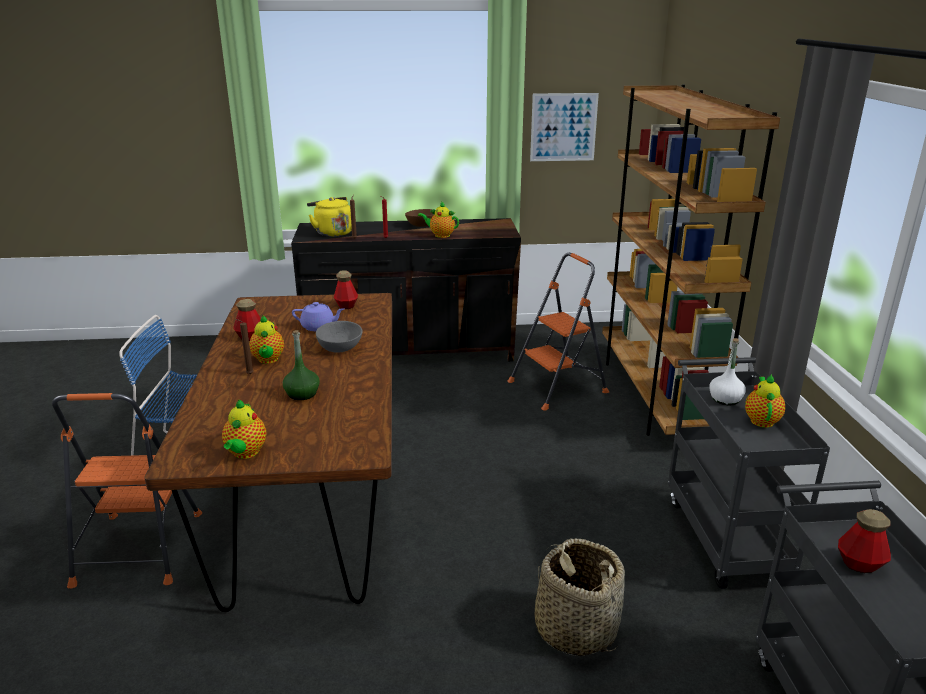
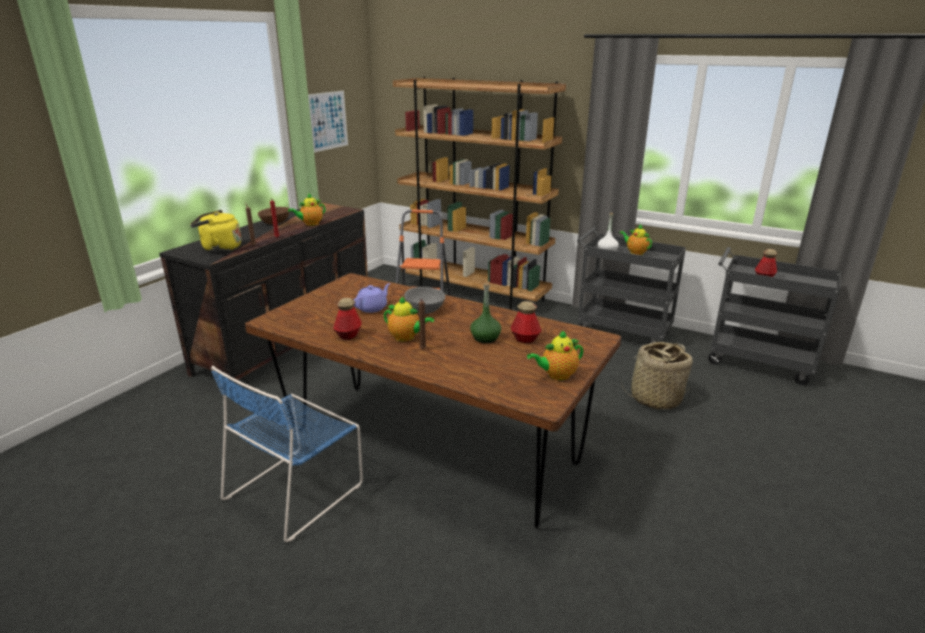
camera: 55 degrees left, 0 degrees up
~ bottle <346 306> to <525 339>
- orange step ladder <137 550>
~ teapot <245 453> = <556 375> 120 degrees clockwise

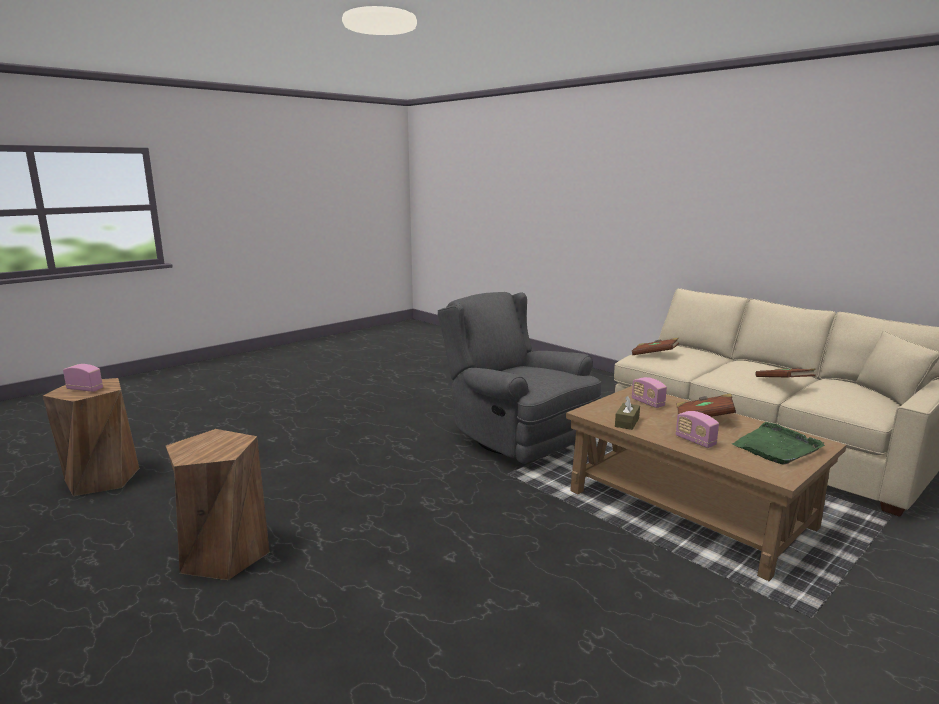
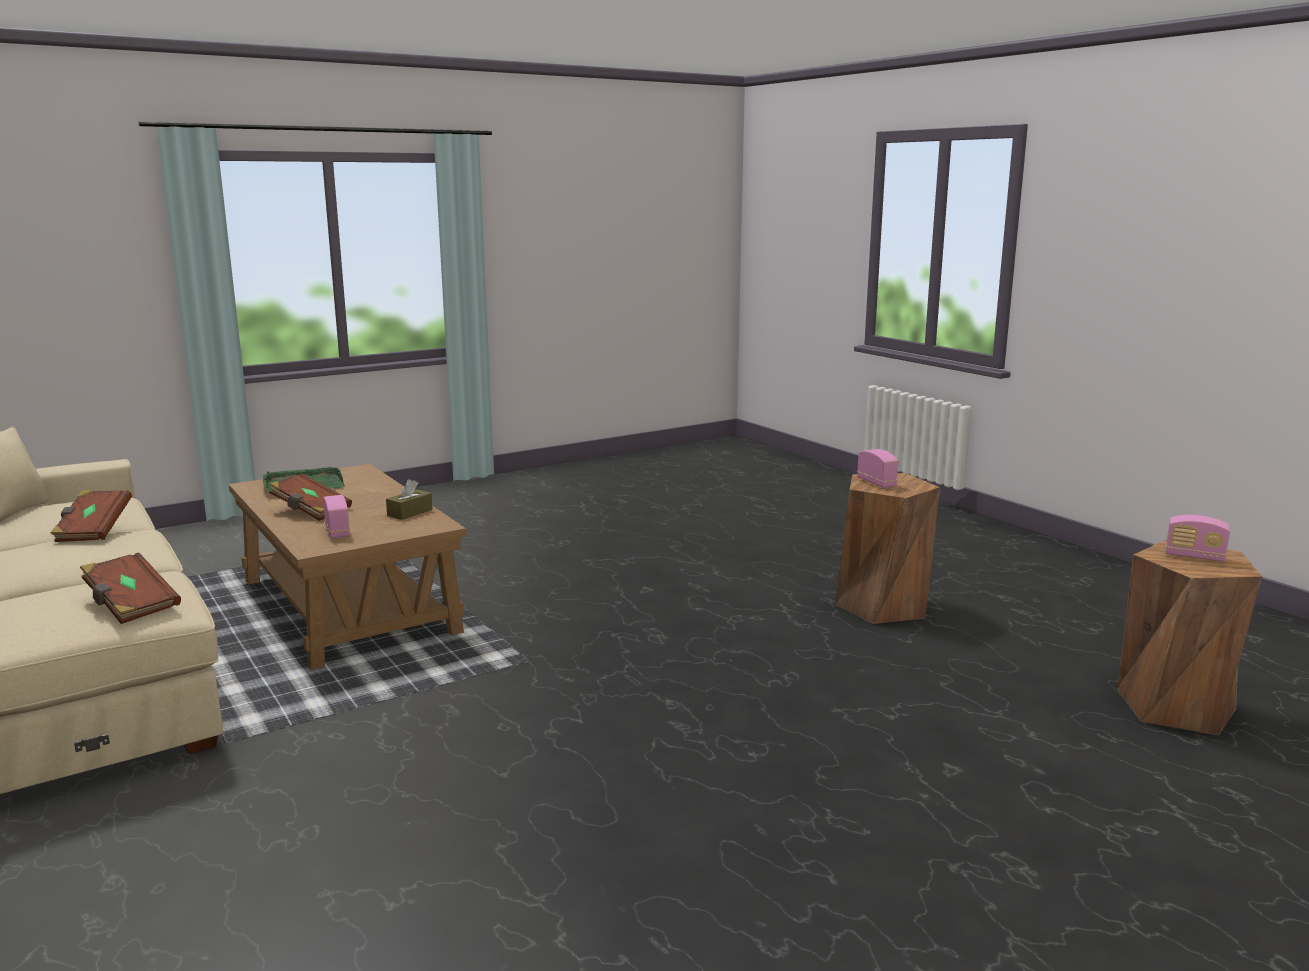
camera: 170 degrees left, 0 degrees up
- grey armchair <516 439>
~ radio <695 441> to <876 483>

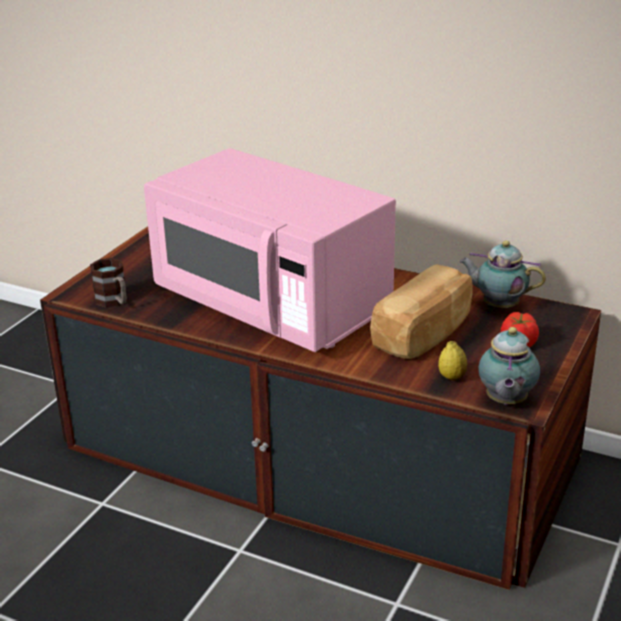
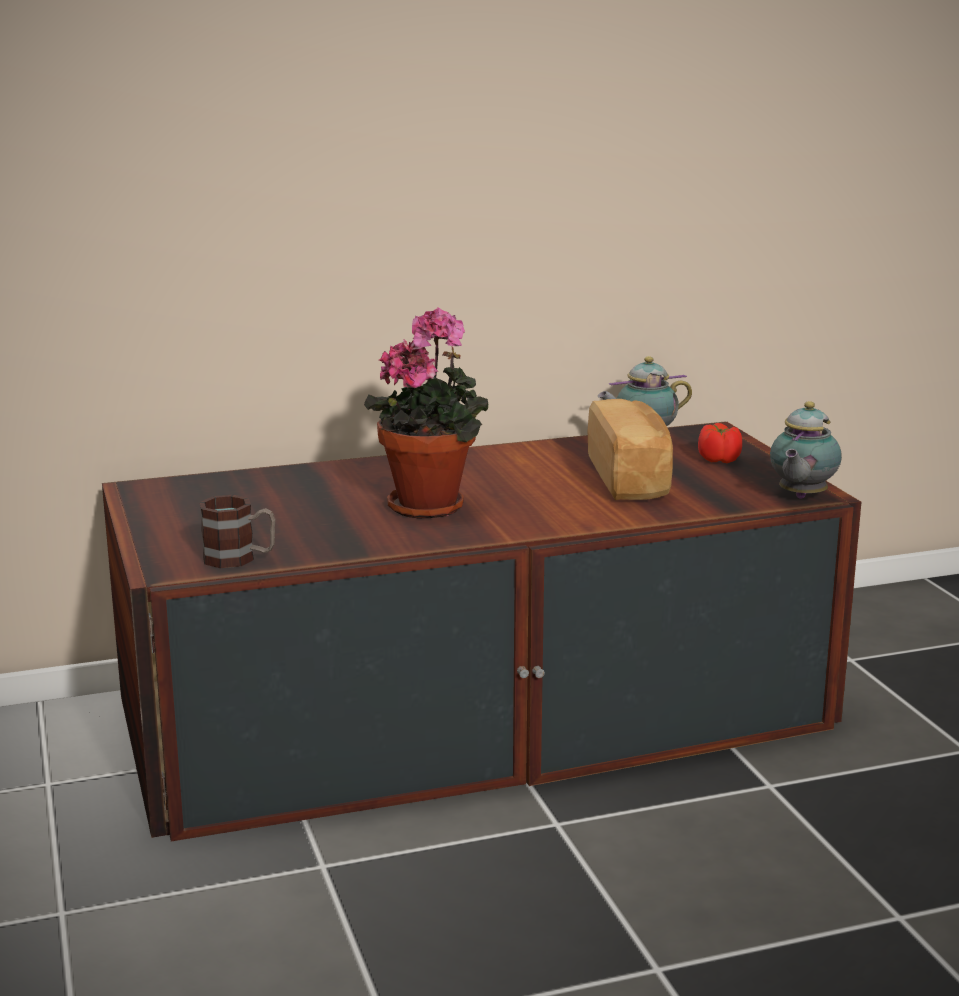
camera: 45 degrees left, 10 degrees down
~ pink microwave <272 305> to potted plant <432 505>
~ teapot <505 402> = <800 497> 60 degrees clockwise
- lemon <451 377>

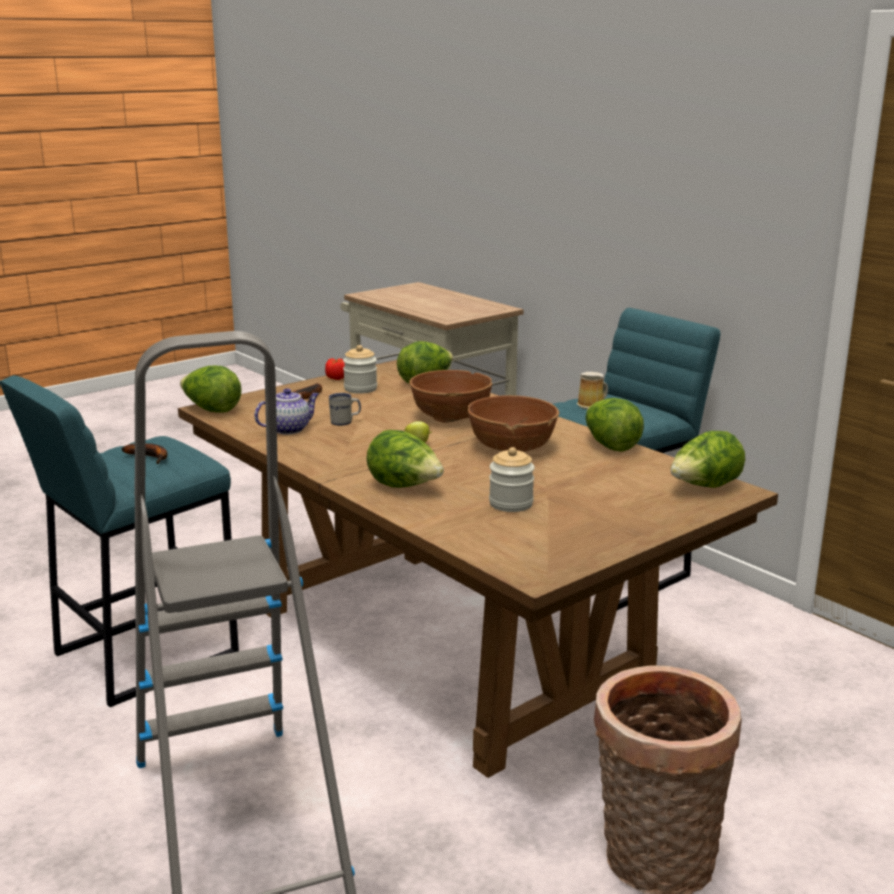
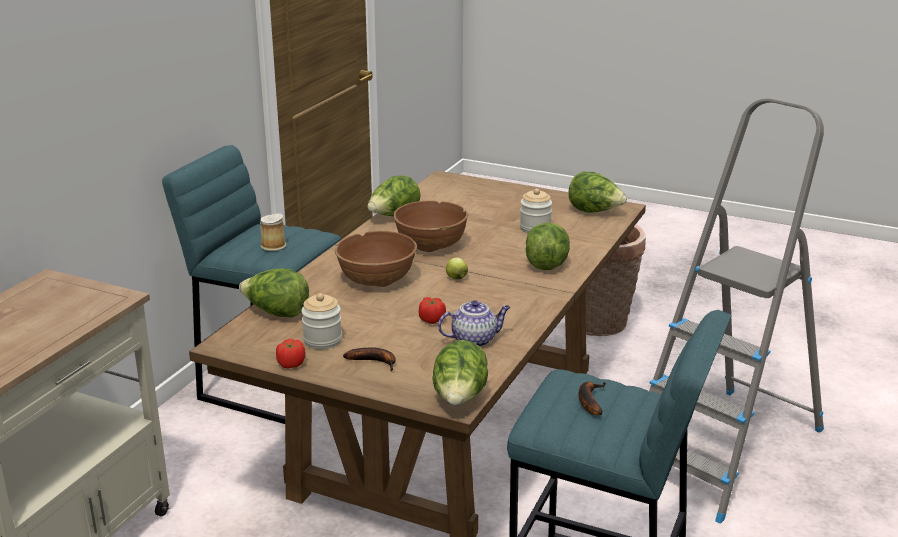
camera: 115 degrees left, 5 degrees up
~ teapot <289 429> = <474 340> 135 degrees clockwise
~ white mug <345 422> to tomato <432 320>
~ lettuce <704 488> to <594 212>

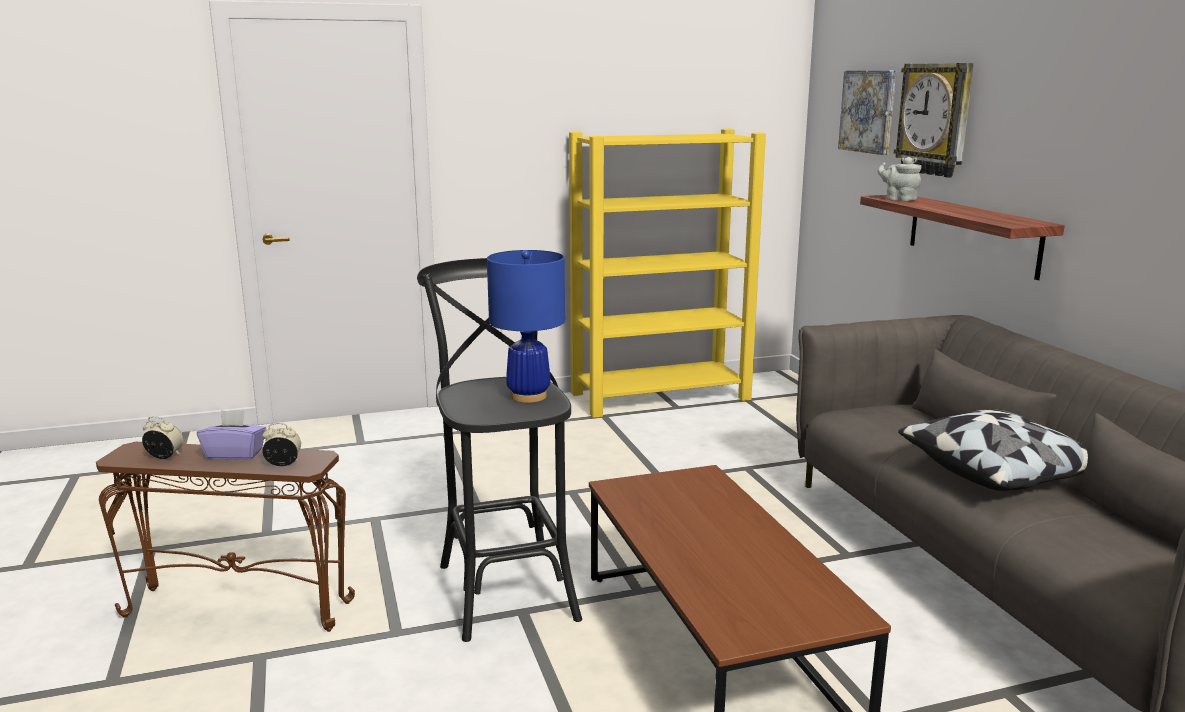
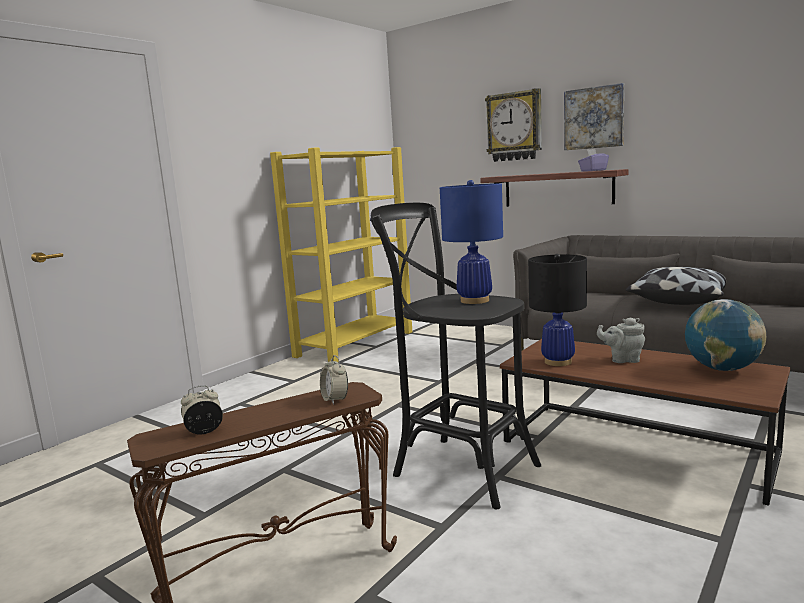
camera: 35 degrees left, 5 degrees down
~ picture <868 111> to <594 118>
~ grey teapot <898 199> to <623 360>
~ purple tissue box <235 454> to <593 170>
~ alarm clock <283 464> = <335 400> 75 degrees counterclockwise
+ black table lamp <557 362>
+ globe <722 369>

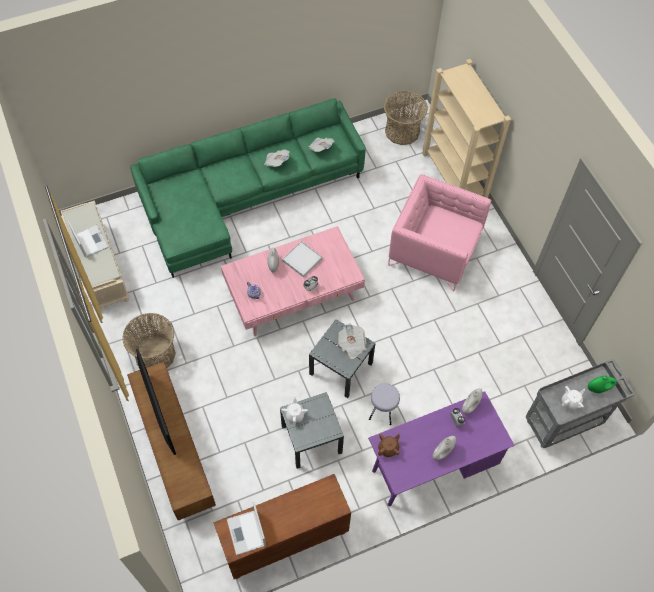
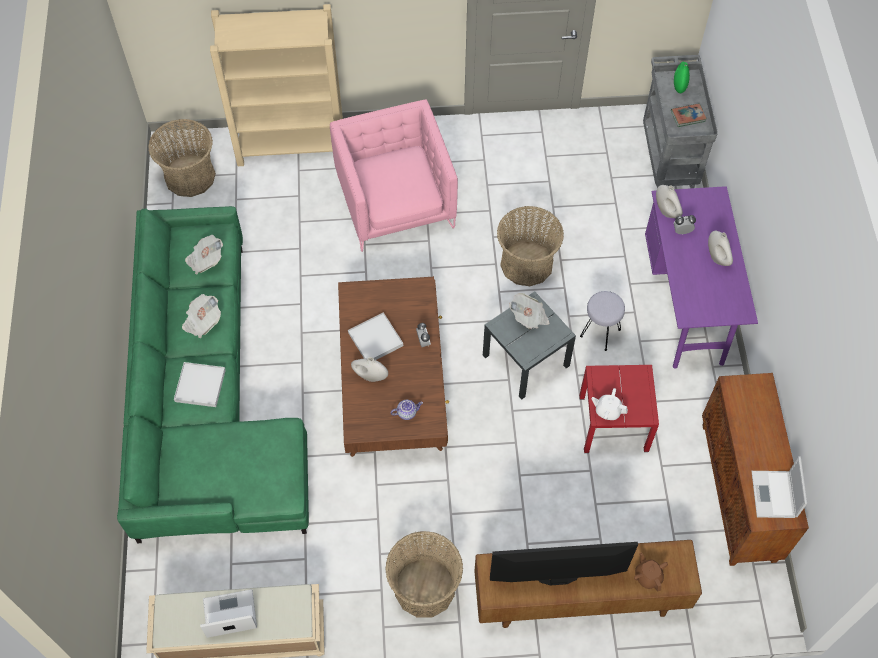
camera: 70 degrees left, 0 degrees up
~ pink armchair <434 251> = <395 204> 120 degrees clockwise
~ pink coffee table <293 293> to brown coffee table <393 382>
~ white teapot <571 402> to book <688 116>
~ grey side table <312 438> to red side table <612 422>
~ brown teapot <388 448> to <648 576>
~ laptop <246 533> = <774 495> 90 degrees clockwise
+ basket <526 263>
+ white tray <200 386>

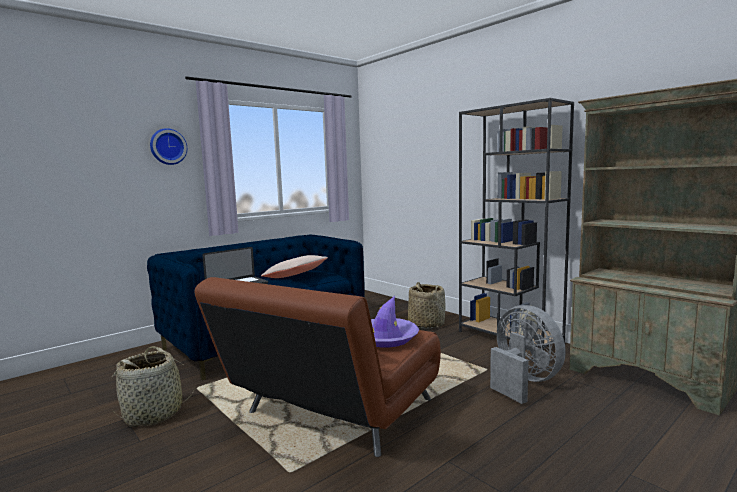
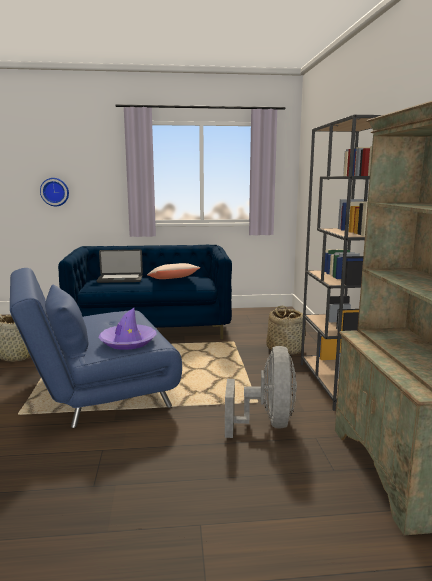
camera: 35 degrees right, 5 degrees up
~ wall clock <168 146> to <55 192>
~ brown armchair <331 413> to blue armchair <96 391>

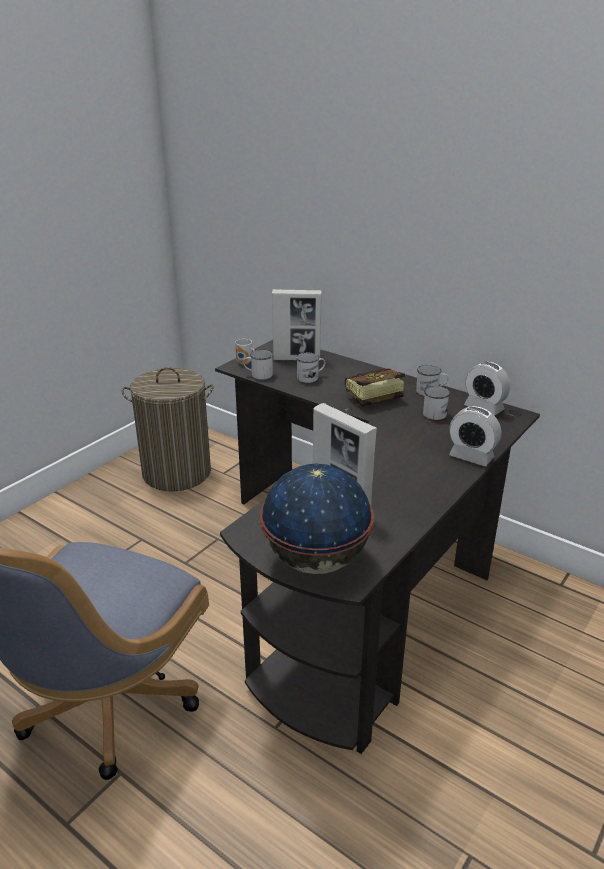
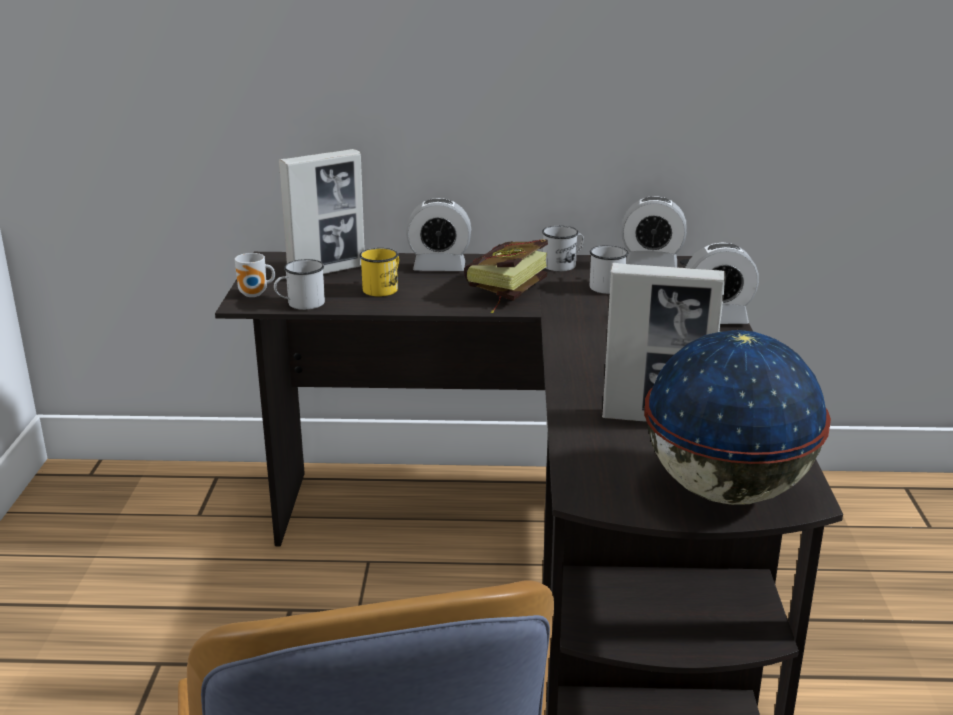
camera: 35 degrees left, 5 degrees down
~ white mug <311 377> to yellow mug <384 288>
- laundry basket <176 472>
+ alarm clock <439 267>

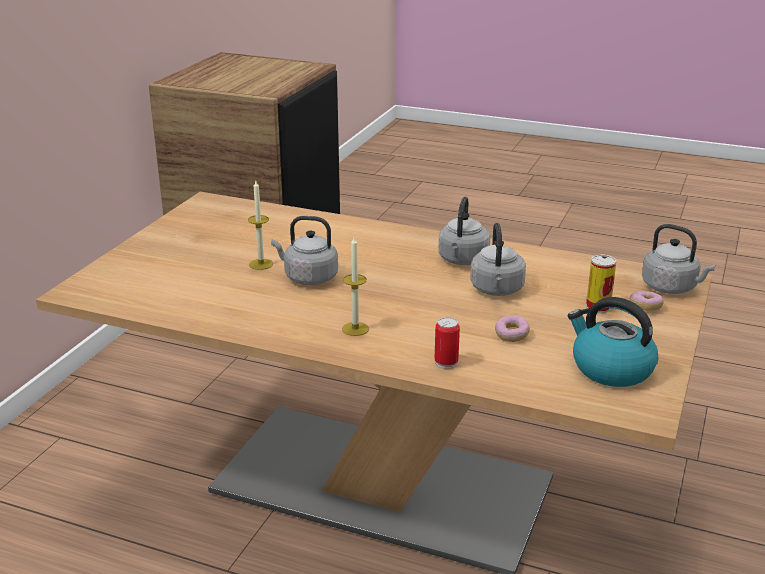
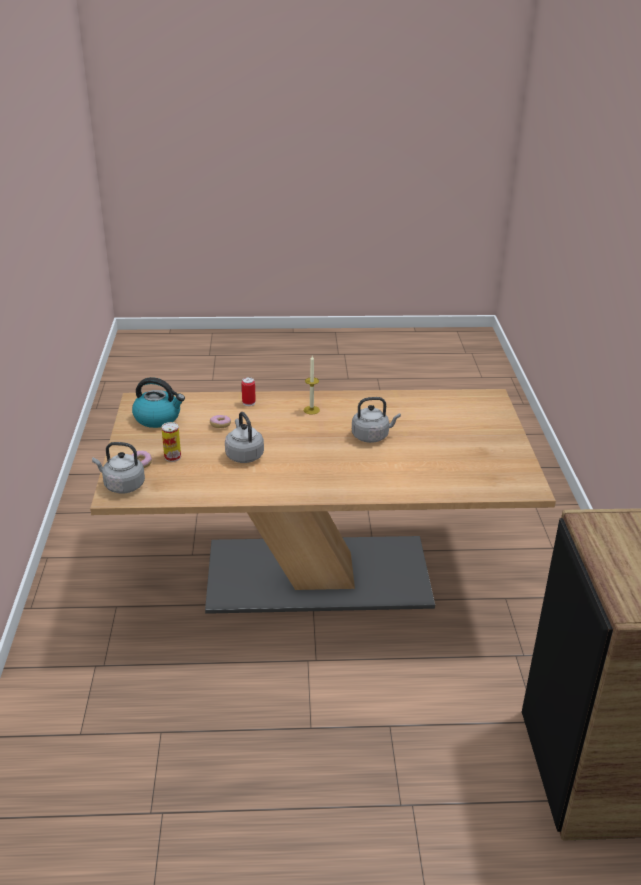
camera: 155 degrees right, 5 degrees up
- candle <261 264>
- grey kettle <462 260>

